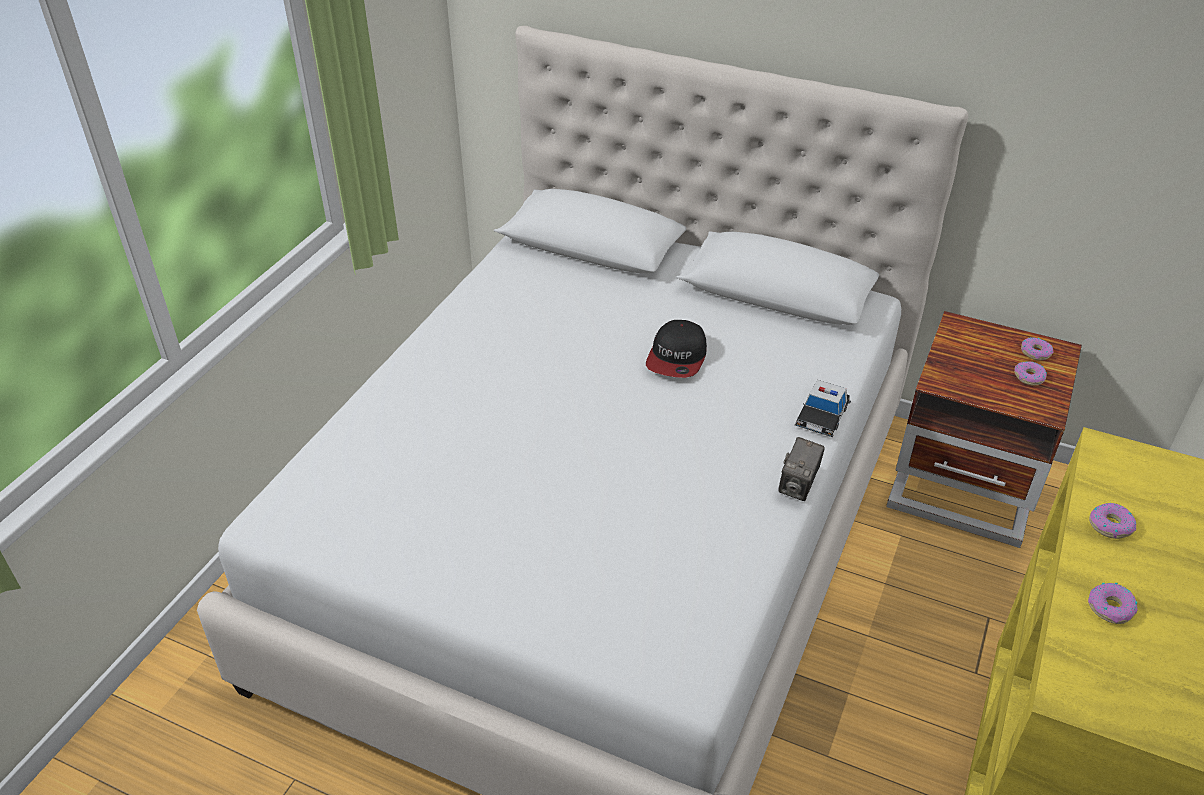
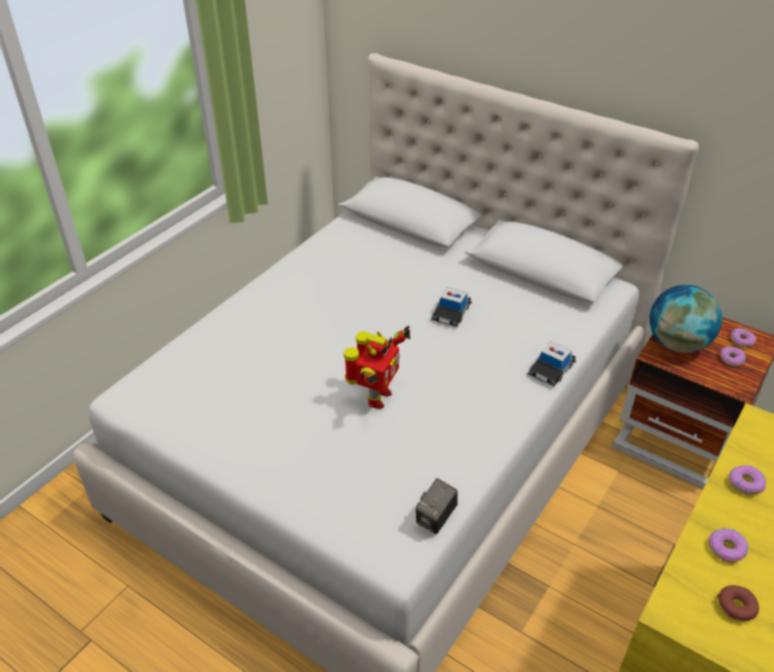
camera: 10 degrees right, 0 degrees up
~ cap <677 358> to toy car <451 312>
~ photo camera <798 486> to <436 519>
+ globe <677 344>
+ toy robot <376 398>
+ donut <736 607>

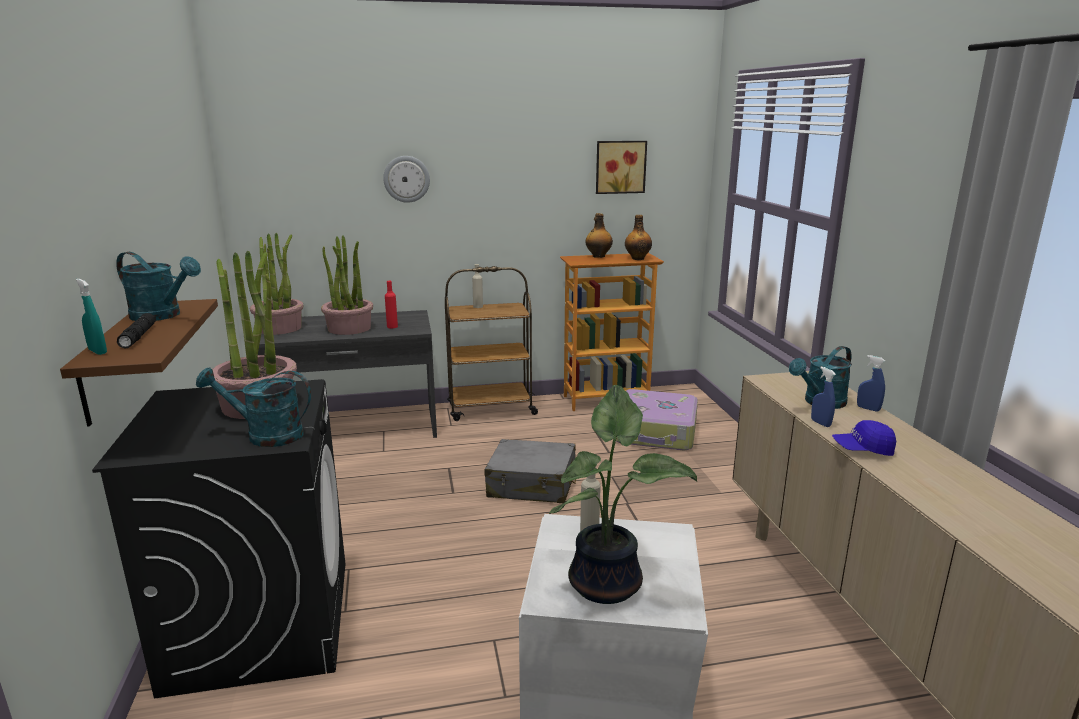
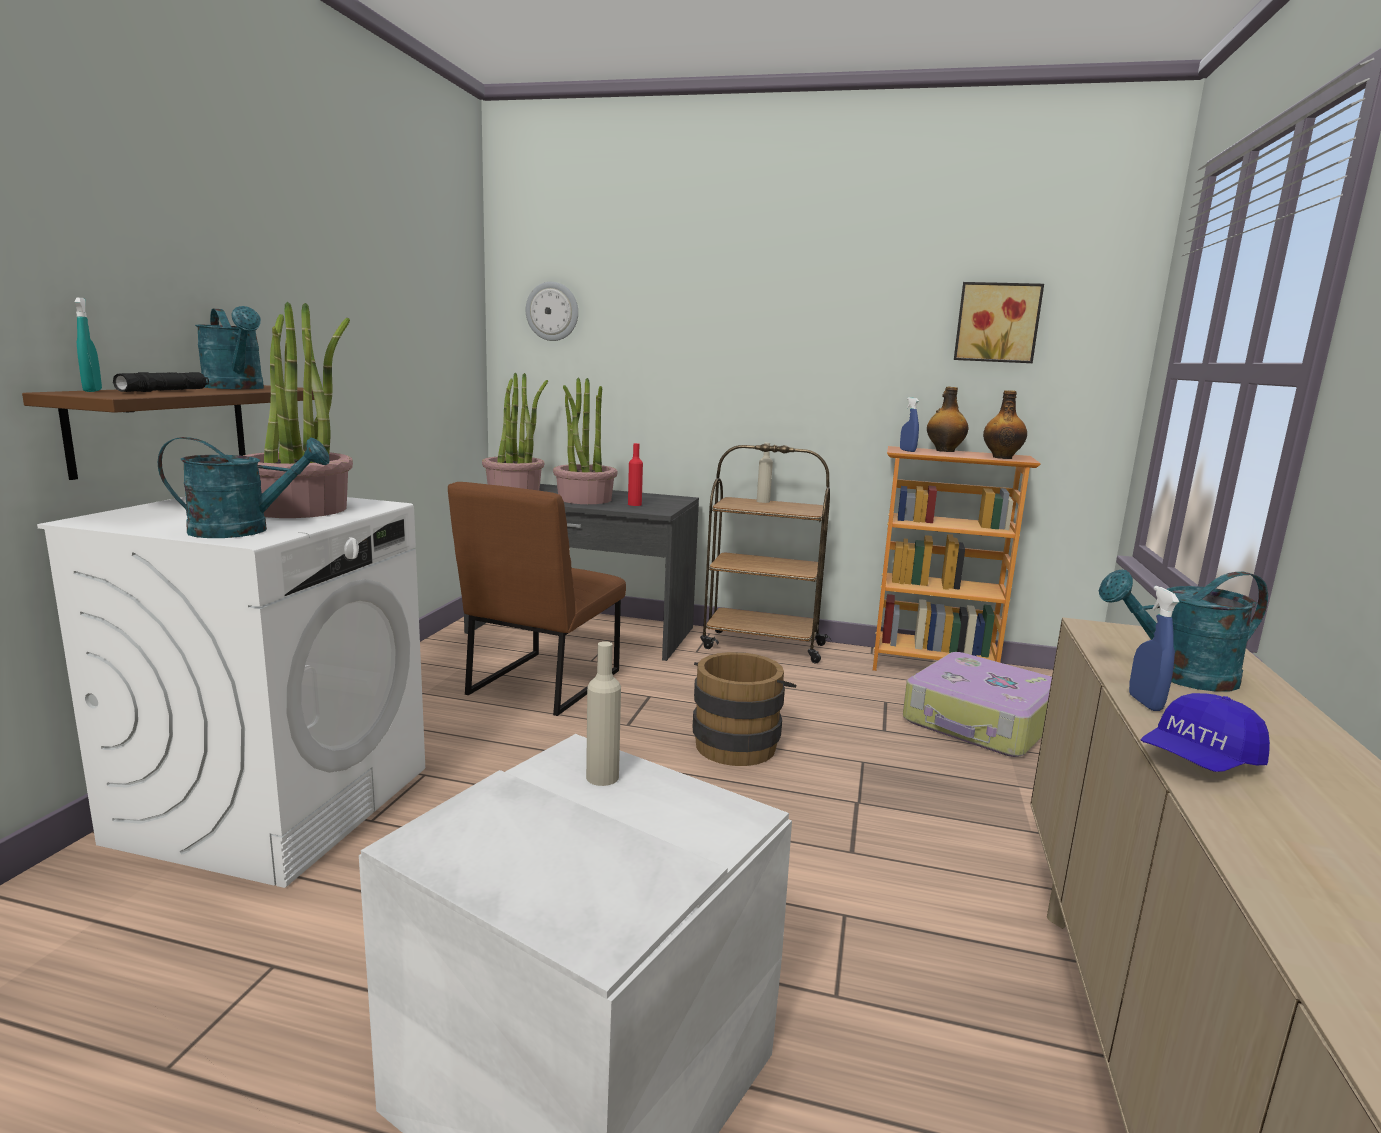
camera: 25 degrees right, 5 degrees down
~ wall clock <406 179> to <552 311>
~ blue spray bottle <868 408> to <907 451>
~ turquoise watering can <265 435> = <244 530> 135 degrees clockwise
~ black washing machine <261 622> to white washing machine <277 802>
- potted plant <609 582>
~ blue cap <862 450> = <1199 761> 60 degrees counterclockwise
~ grey suitcase <532 485> to brown bucket <738 742>
+ brown chair <541 683>

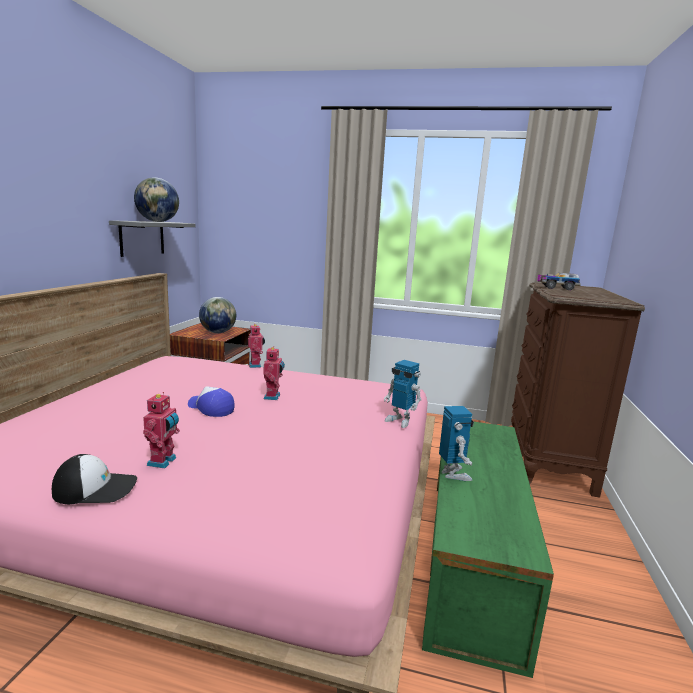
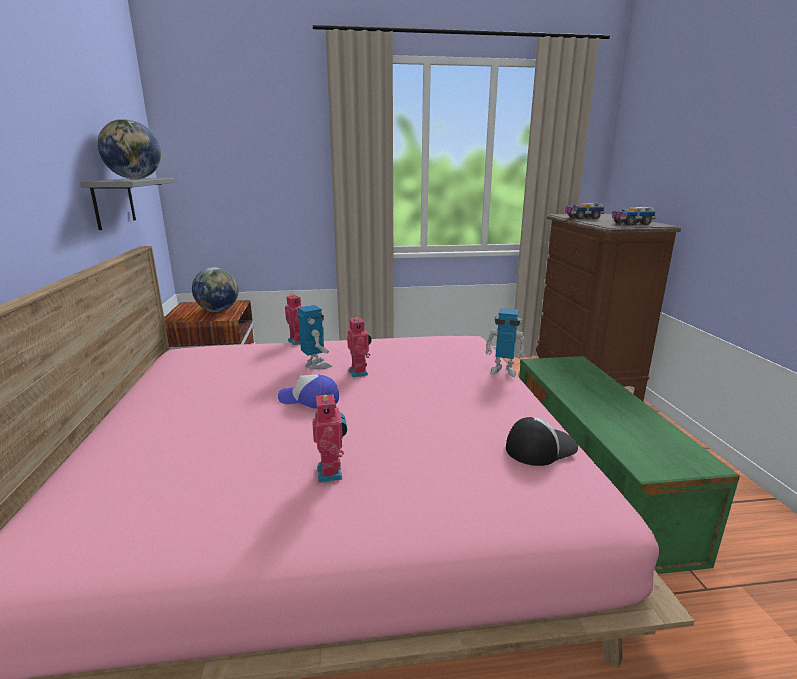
camera: 20 degrees left, 5 degrees up
~ toy robot <453 474> to <316 365>
~ cap <96 488> to <540 447>
+ toy truck <631 224>

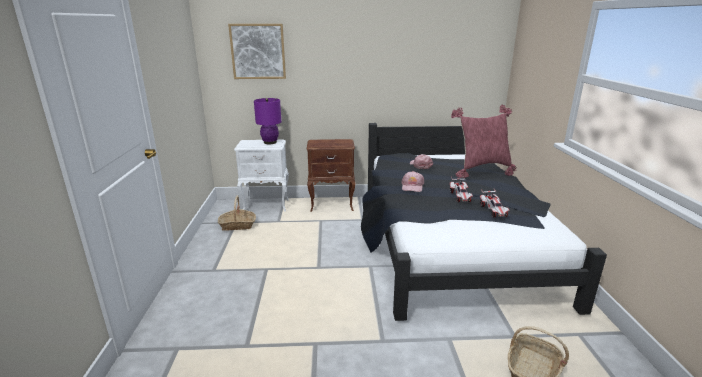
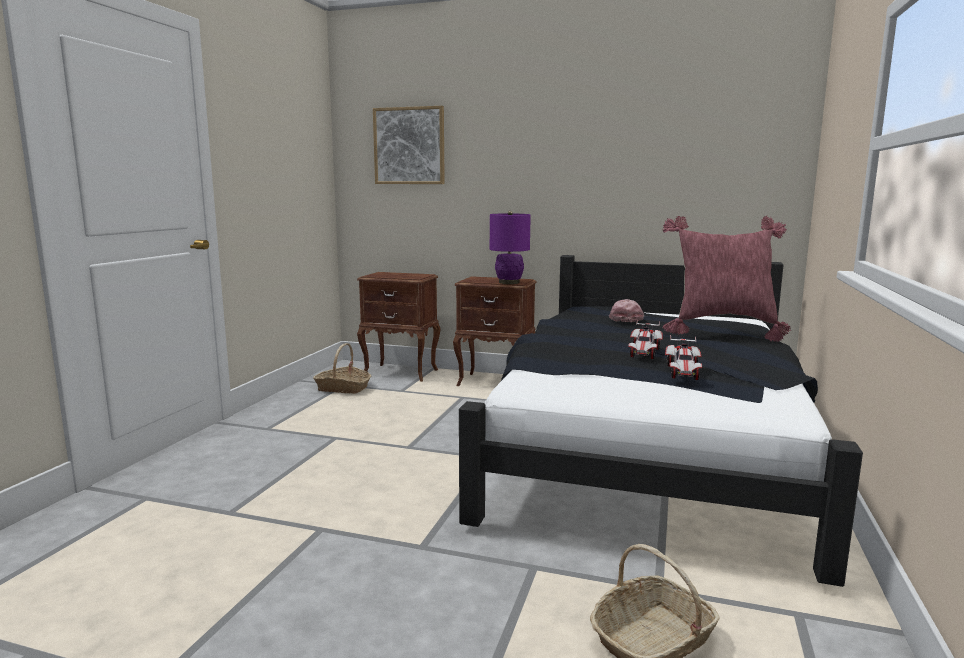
camera: 20 degrees right, 10 degrees down
~ purple table lamp <270 142> to <509 282>
~ white nightstand <266 205> to brown nightstand <401 373>
- pink cap <412 186>

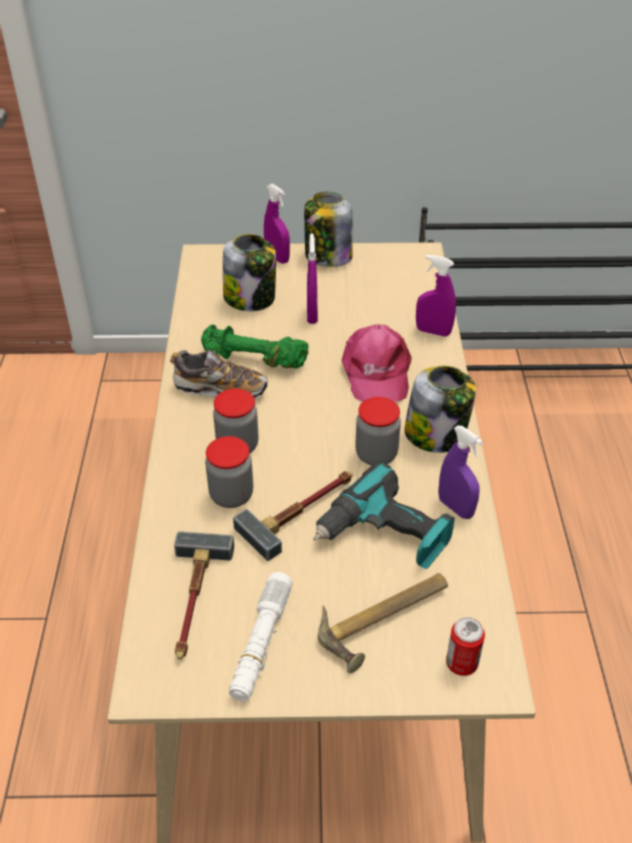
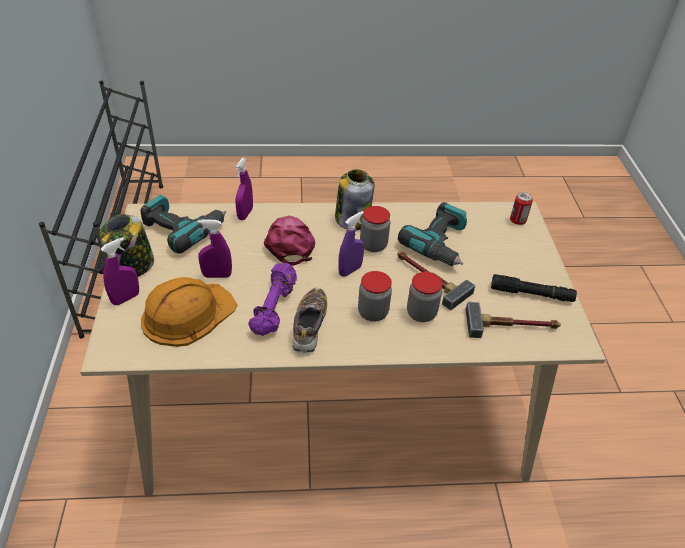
camera: 95 degrees left, 0 degrees up
~ jar <250 298> to orange hard hat <187 314>
~ green dumbbell <253 361> to purple dumbbell <275 308>
~ pink cap <376 372> = <290 243> 90 degrees counterclockwise
~ purple spray bottle <455 507> to <350 270>
~ white flashlight <261 642> to black flashlight <531 294>
- hammer <386 621>
+ power drill <183 228>

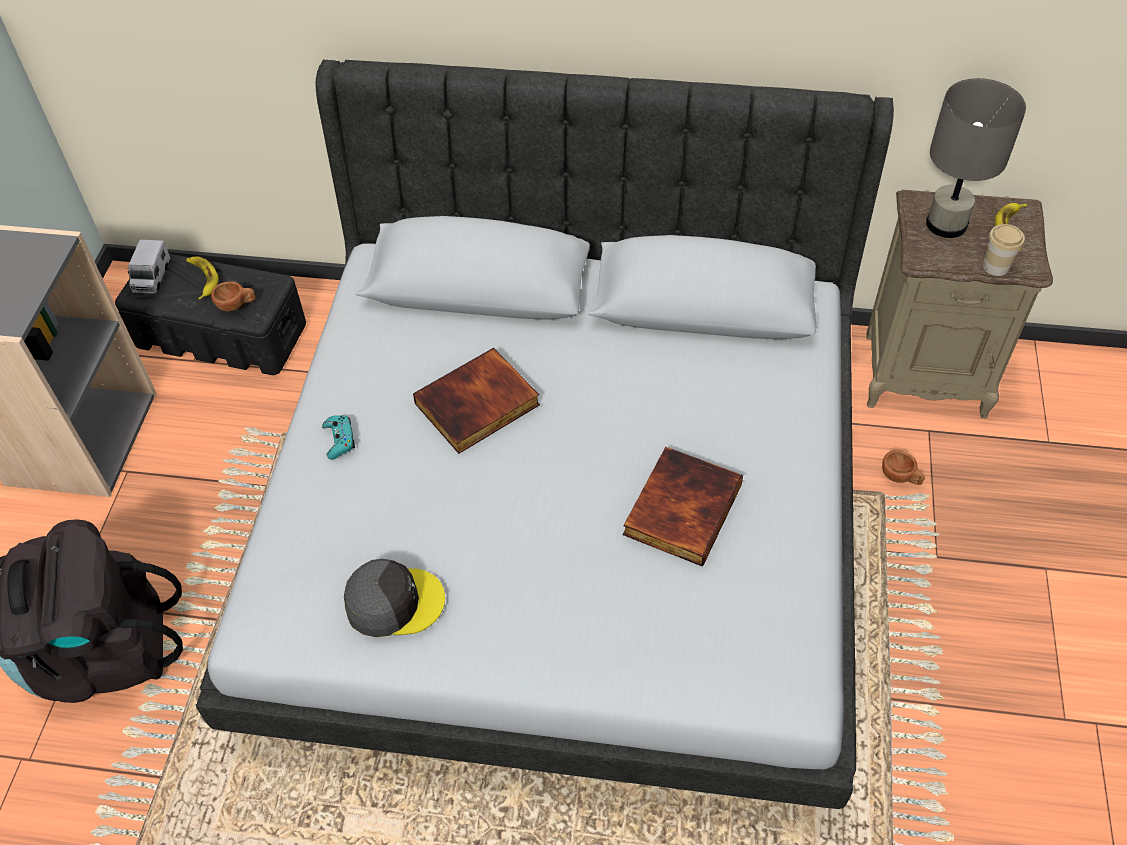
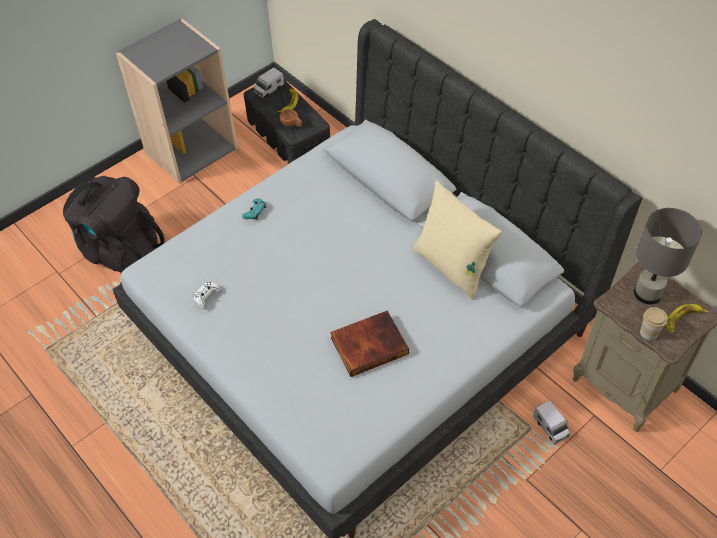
camera: 40 degrees right, 0 degrees up
- book <477 406>
~ brown cup <900 477> to toy truck <550 427>
~ grey cap <394 602> to white game controller <207 296>
+ beige pillow <451 267>

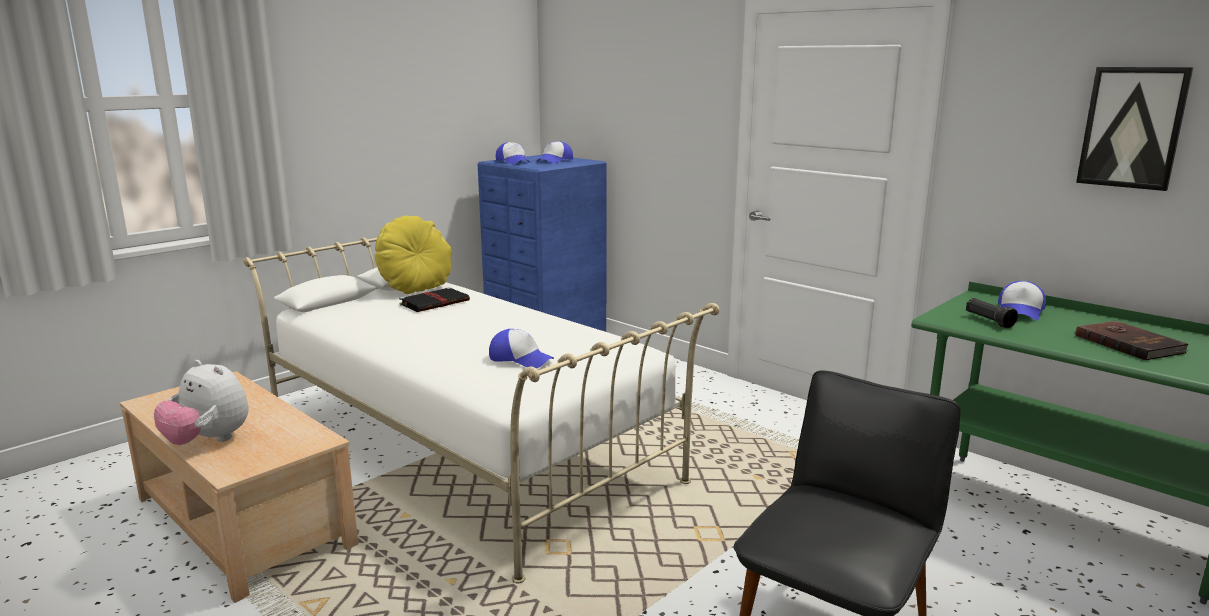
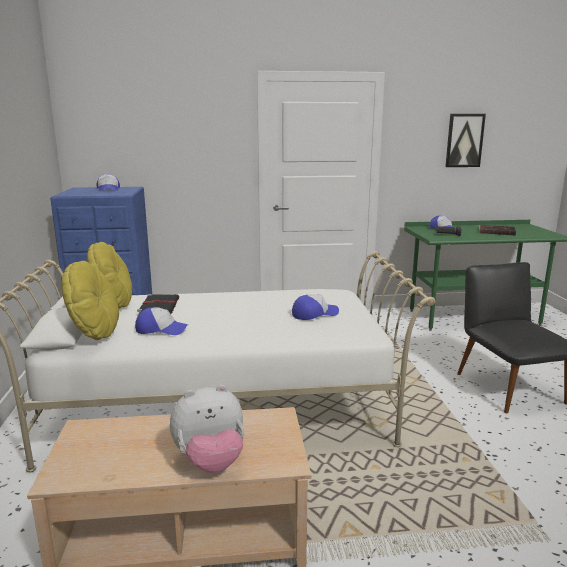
camera: 50 degrees left, 0 degrees up
~ cap <513 162> to <161 329>
+ yellow pillow <95 334>

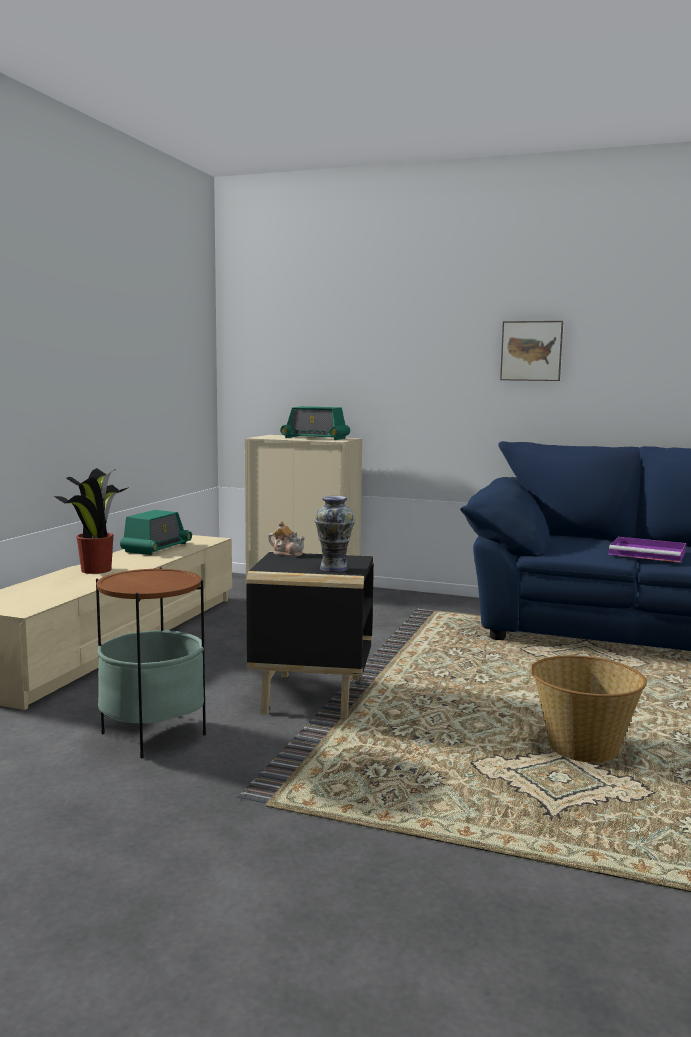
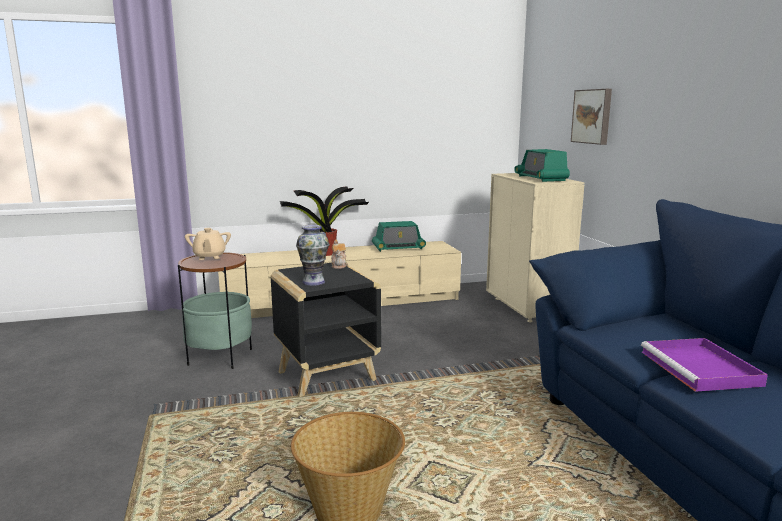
camera: 55 degrees right, 5 degrees up
~ picture <531 351> to <592 116>
+ beige teapot <209 257>

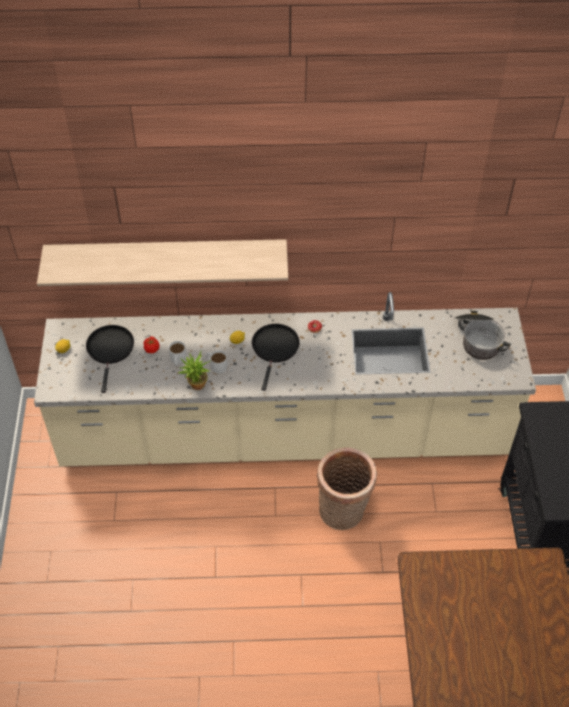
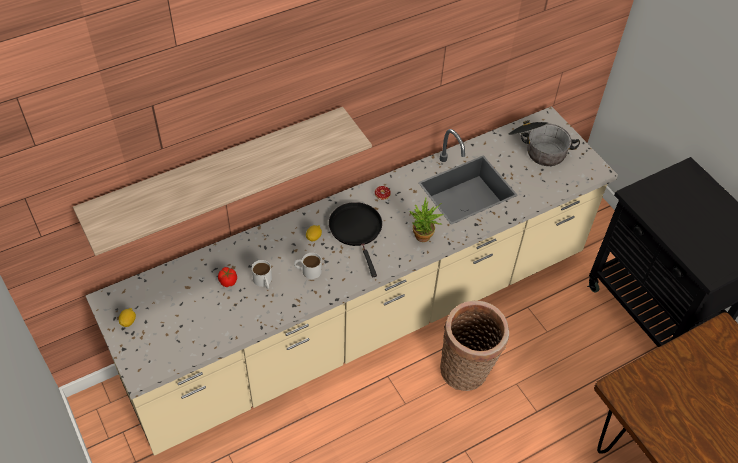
camera: 30 degrees left, 0 degrees up
- black frying pan <110 350>
~ potted plant <196 386> to <422 239>

